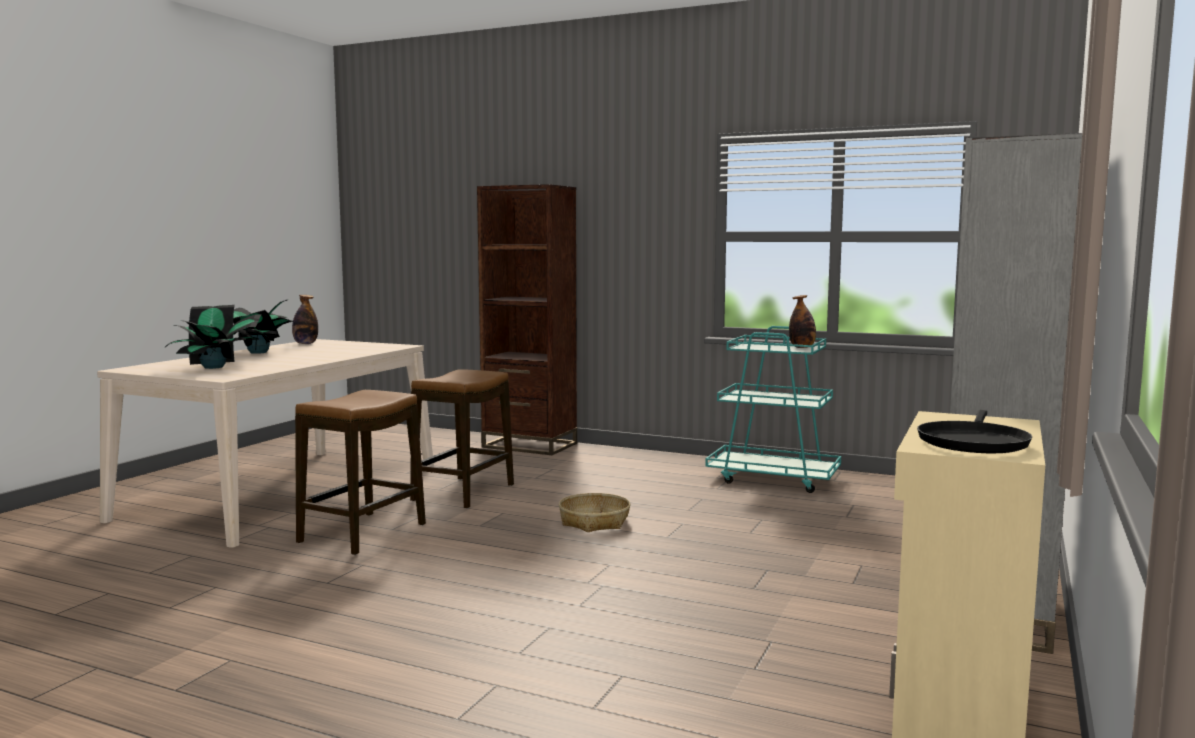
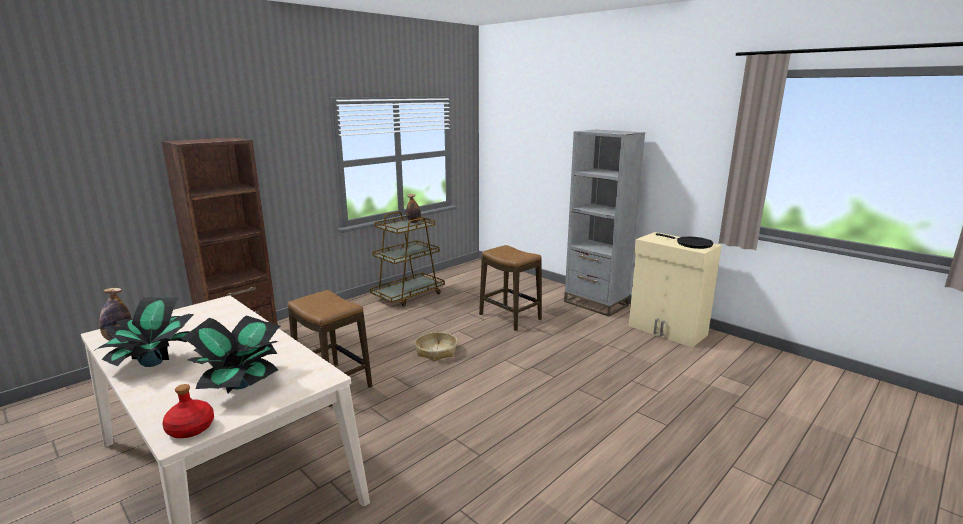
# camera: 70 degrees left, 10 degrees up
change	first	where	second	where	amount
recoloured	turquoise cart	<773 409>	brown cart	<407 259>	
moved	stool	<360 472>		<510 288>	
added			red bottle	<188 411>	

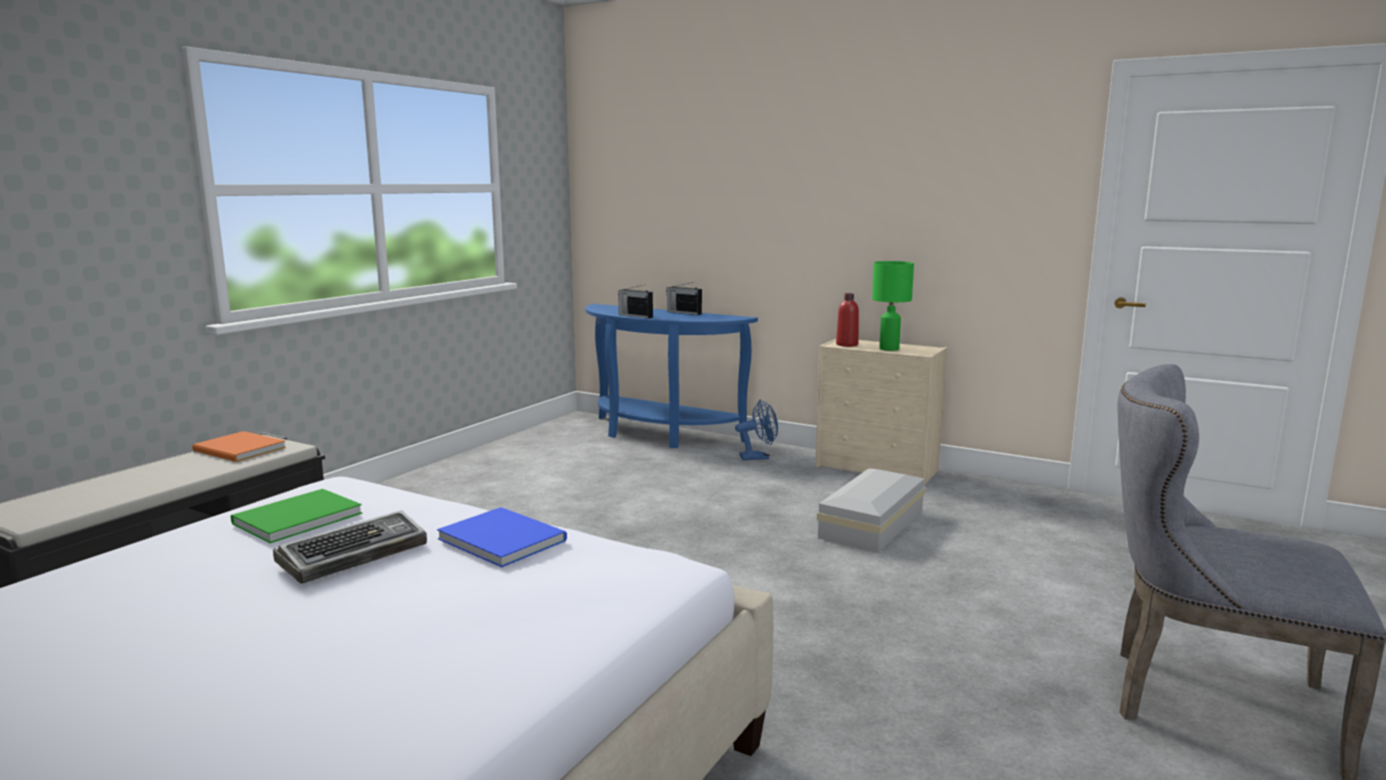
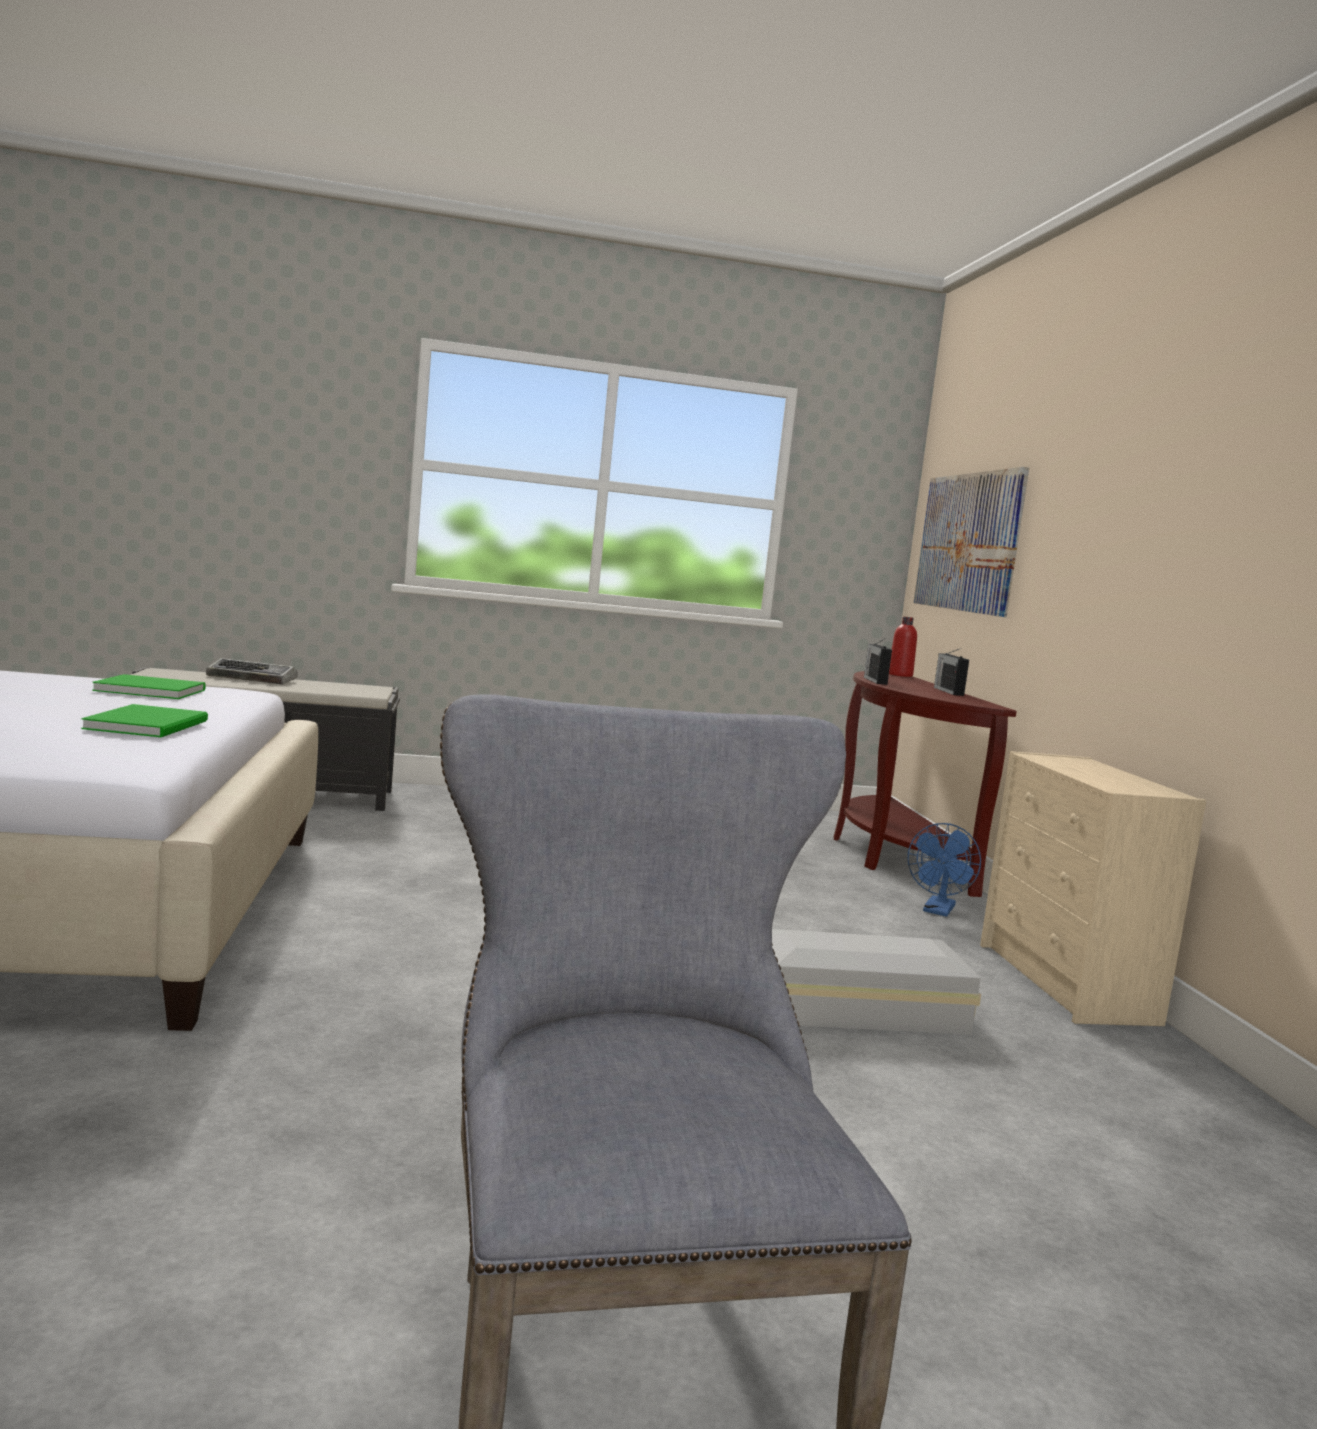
# camera: 50 degrees right, 5 degrees down
change	first	where	second	where	amount
removed	green table lamp	<893 306>			
moved	red bottle	<847 320>		<903 647>	
recoloured	blue console table	<671 376>	brown console table	<925 784>	
turned	blue fan	<756 430>		<944 870>	75 degrees clockwise
removed	orange book	<239 446>			
recoloured	blue book	<502 537>	green book	<144 720>	
moved	keyboard	<350 547>		<252 671>	
added			picture	<971 542>	

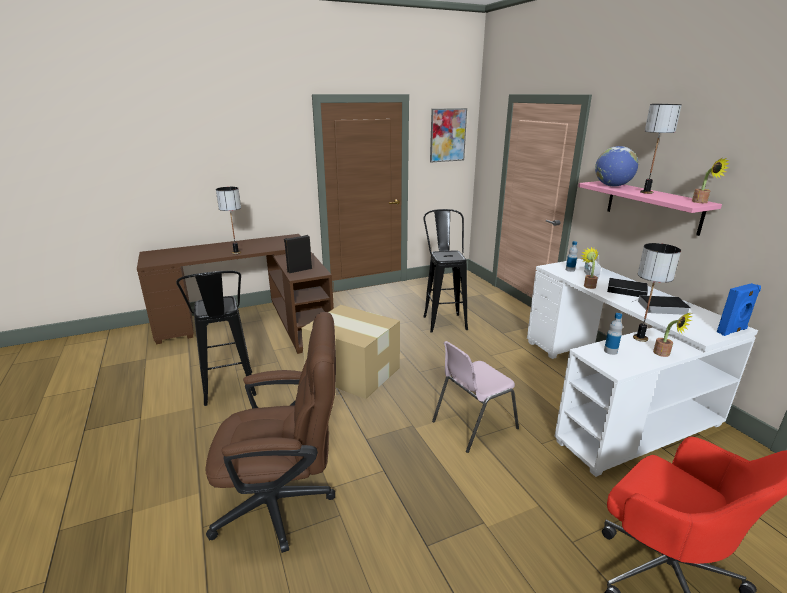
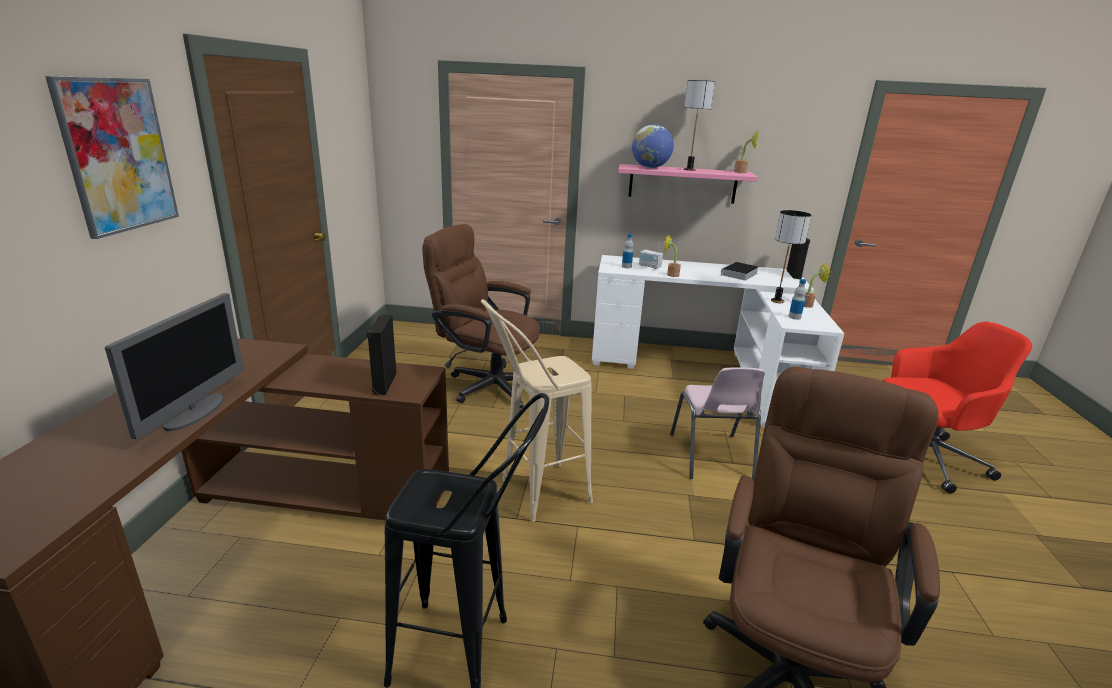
# camera: 60 degrees left, 0 degrees up
change	first	where	second	where	amount
moved	picture	<448 135>		<112 157>	
replaced	table lamp	<228 220>	monitor	<174 366>	
replaced	black stool	<445 271>	brown office chair	<481 316>	
removed	book	<627 287>			
recoloured	blue speaker	<739 309>	black speaker	<798 258>	
replaced	cardboard box	<350 352>	beige stool	<537 410>	

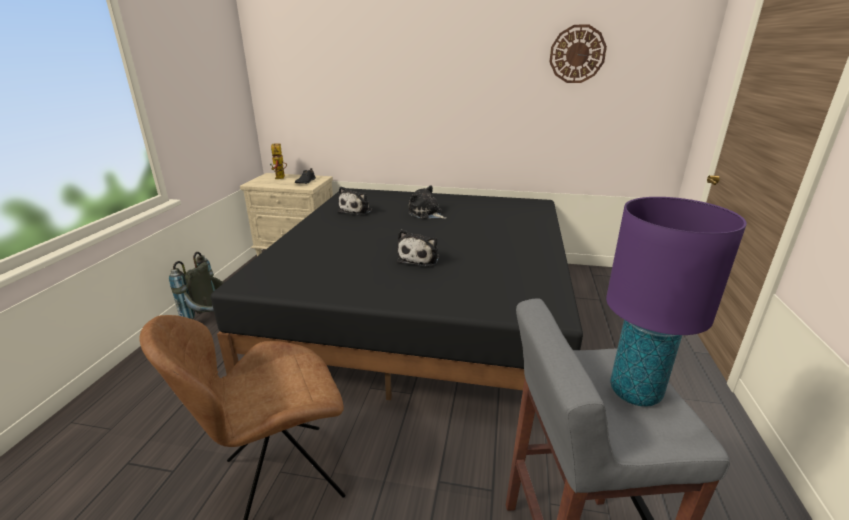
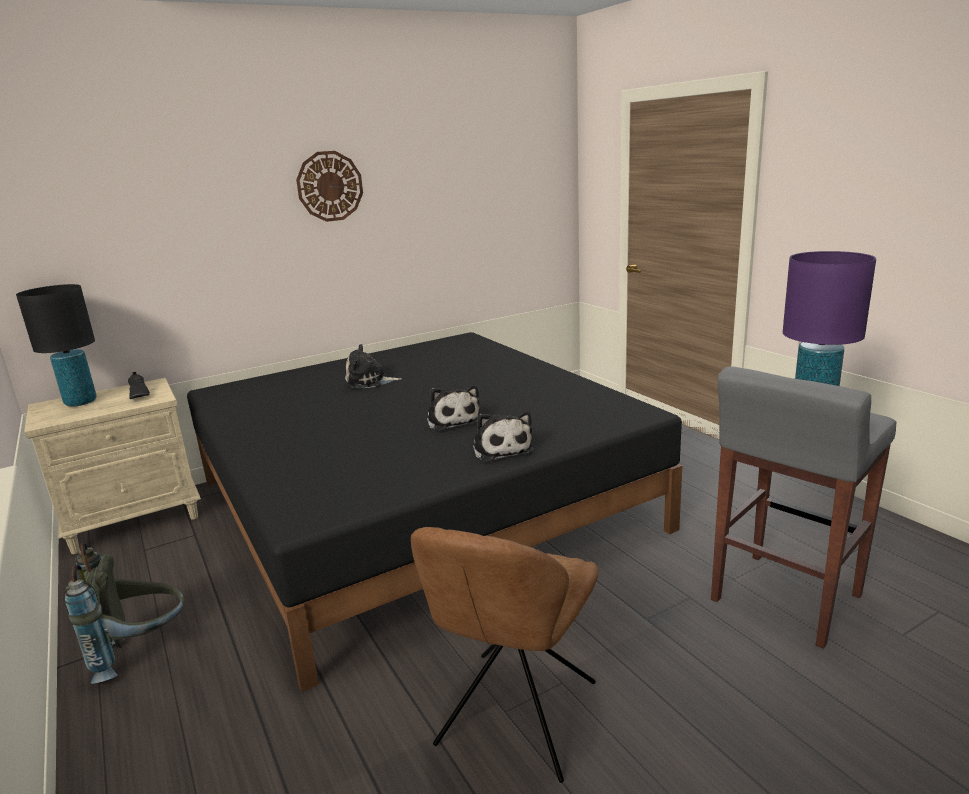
# camera: 40 degrees left, 5 degrees down
change	first	where	second	where	amount
moved	wall clock	<578 54>		<329 186>	
replaced	toy robot	<278 161>	black table lamp	<56 345>	
moved	plush toy	<355 200>		<503 436>	

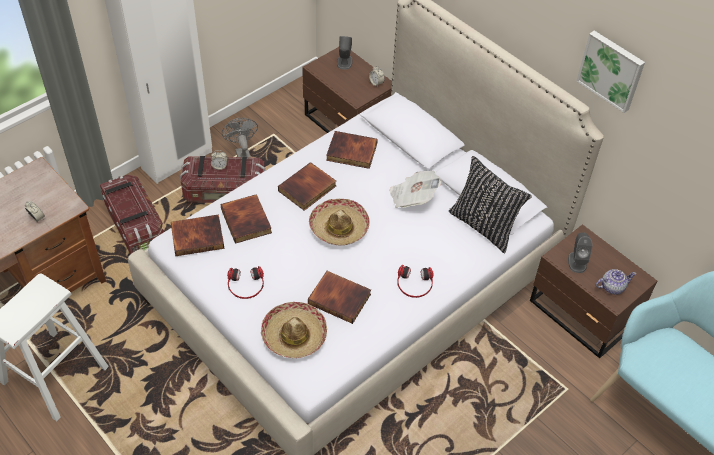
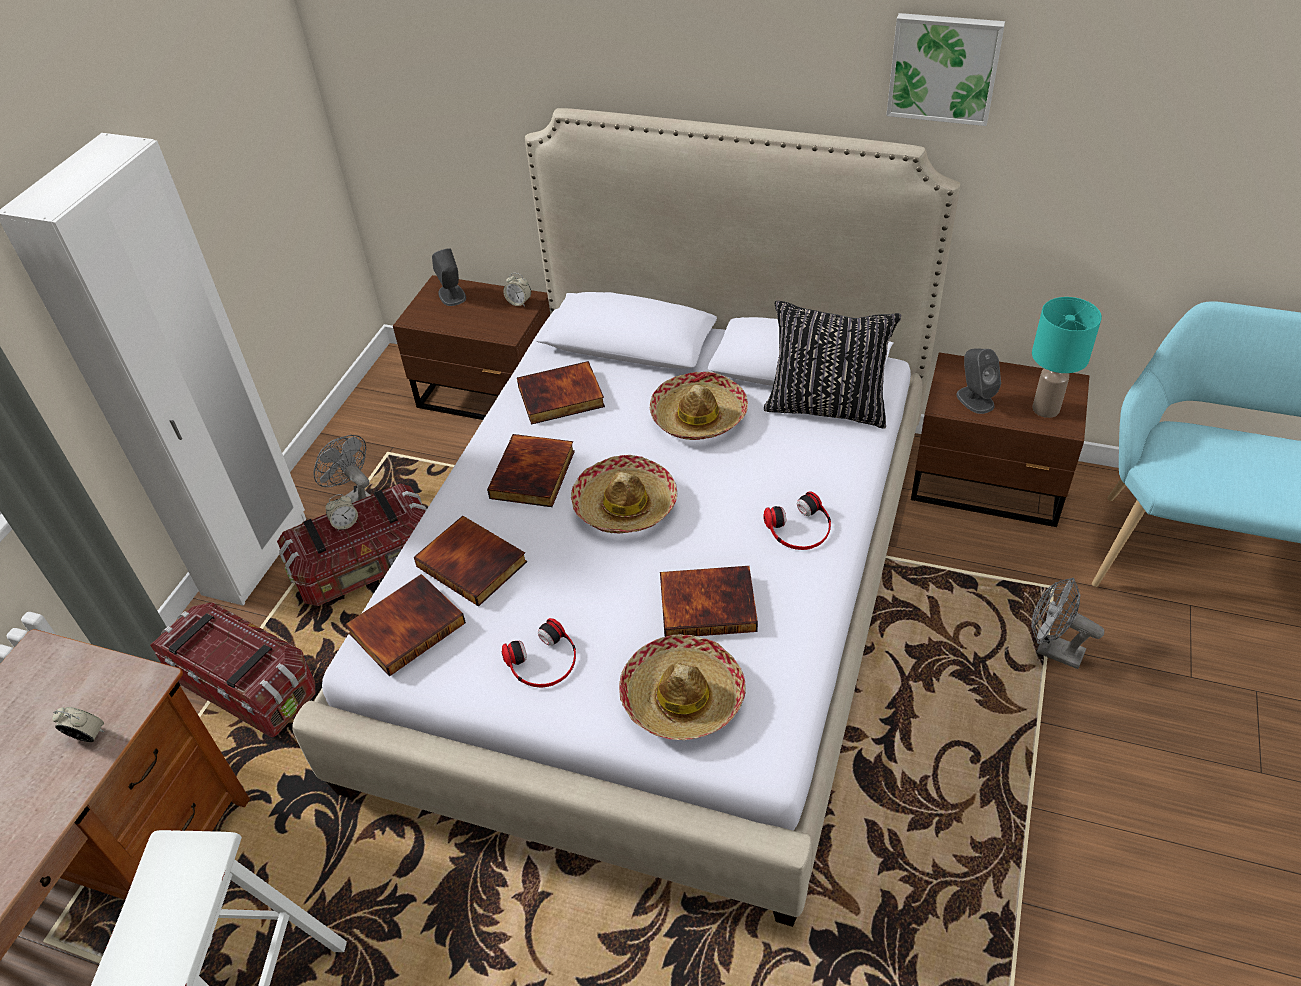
# camera: 25 degrees left, 5 degrees down
change	first	where	second	where	amount
replaced	newspaper	<415 189>	hat	<699 406>	
replaced	teapot	<616 281>	turquoise table lamp	<1067 357>	
added			grey fan	<1067 623>	

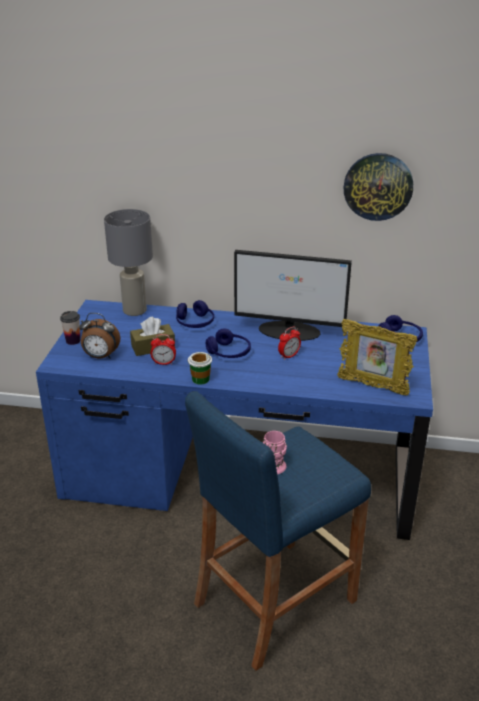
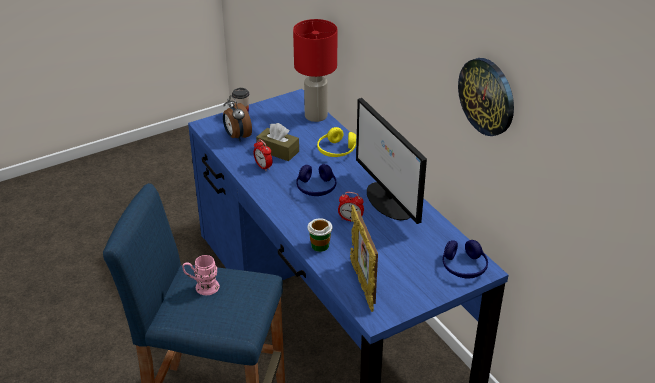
# camera: 50 degrees right, 5 degrees up
change	first	where	second	where	amount
recoloured	grey table lamp	<128 262>	red table lamp	<315 70>	
recoloured	blue headphones	<195 314>	yellow headphones	<336 142>	
moved	cup	<200 368>		<320 235>	

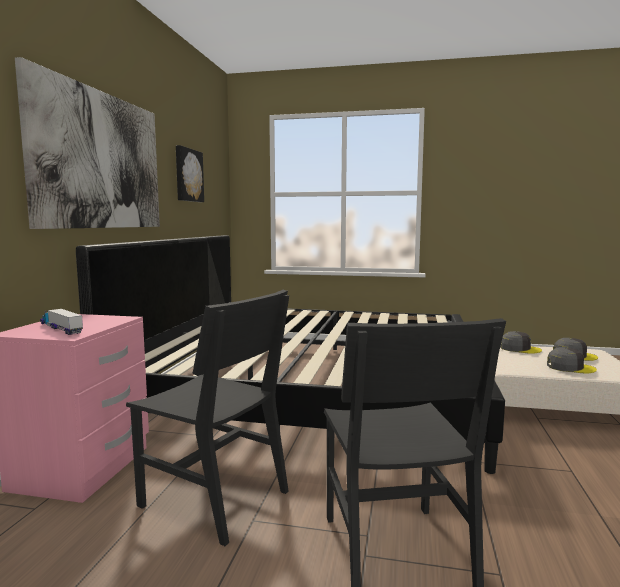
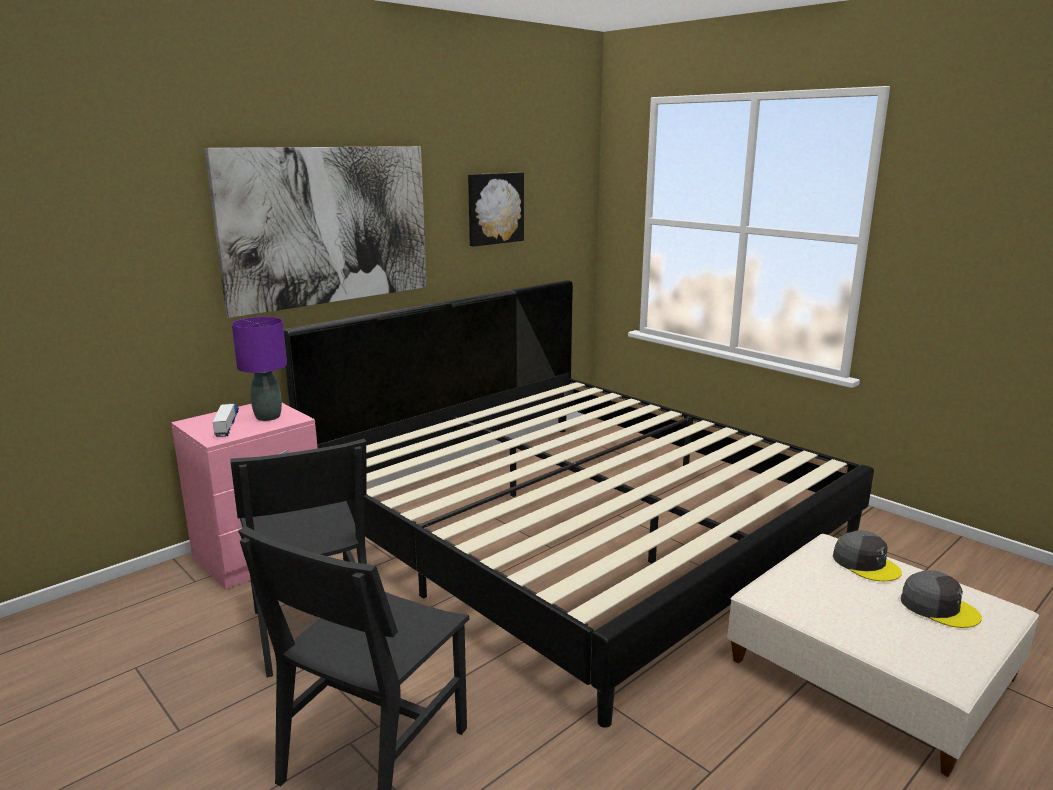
# camera: 35 degrees right, 10 degrees up
change	first	where	second	where	amount
removed	grey cap	<572 360>			
added			purple table lamp	<259 369>	

